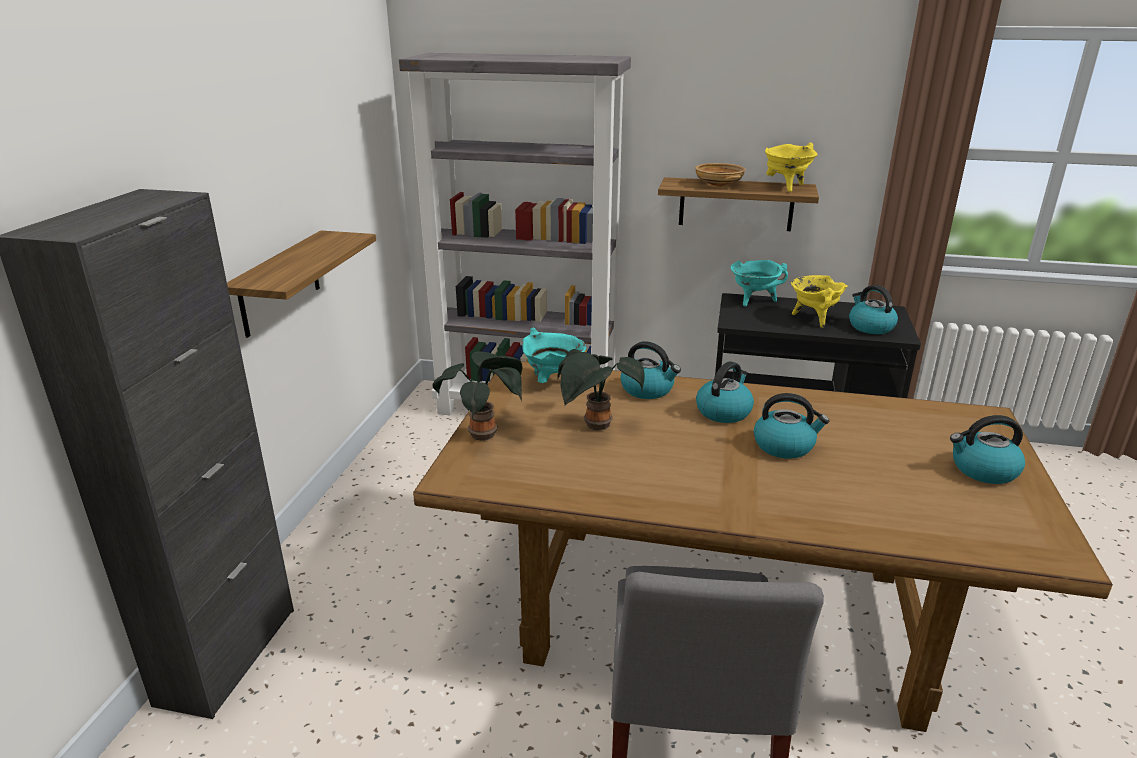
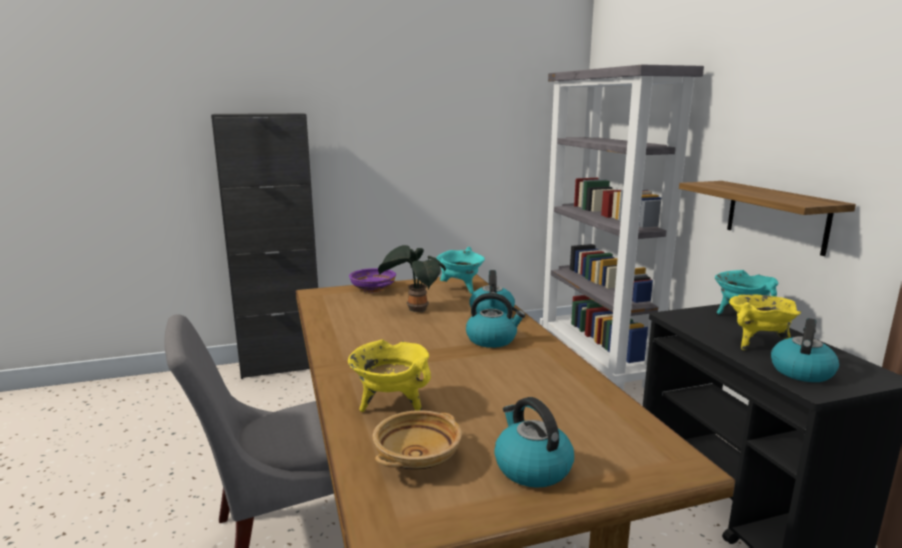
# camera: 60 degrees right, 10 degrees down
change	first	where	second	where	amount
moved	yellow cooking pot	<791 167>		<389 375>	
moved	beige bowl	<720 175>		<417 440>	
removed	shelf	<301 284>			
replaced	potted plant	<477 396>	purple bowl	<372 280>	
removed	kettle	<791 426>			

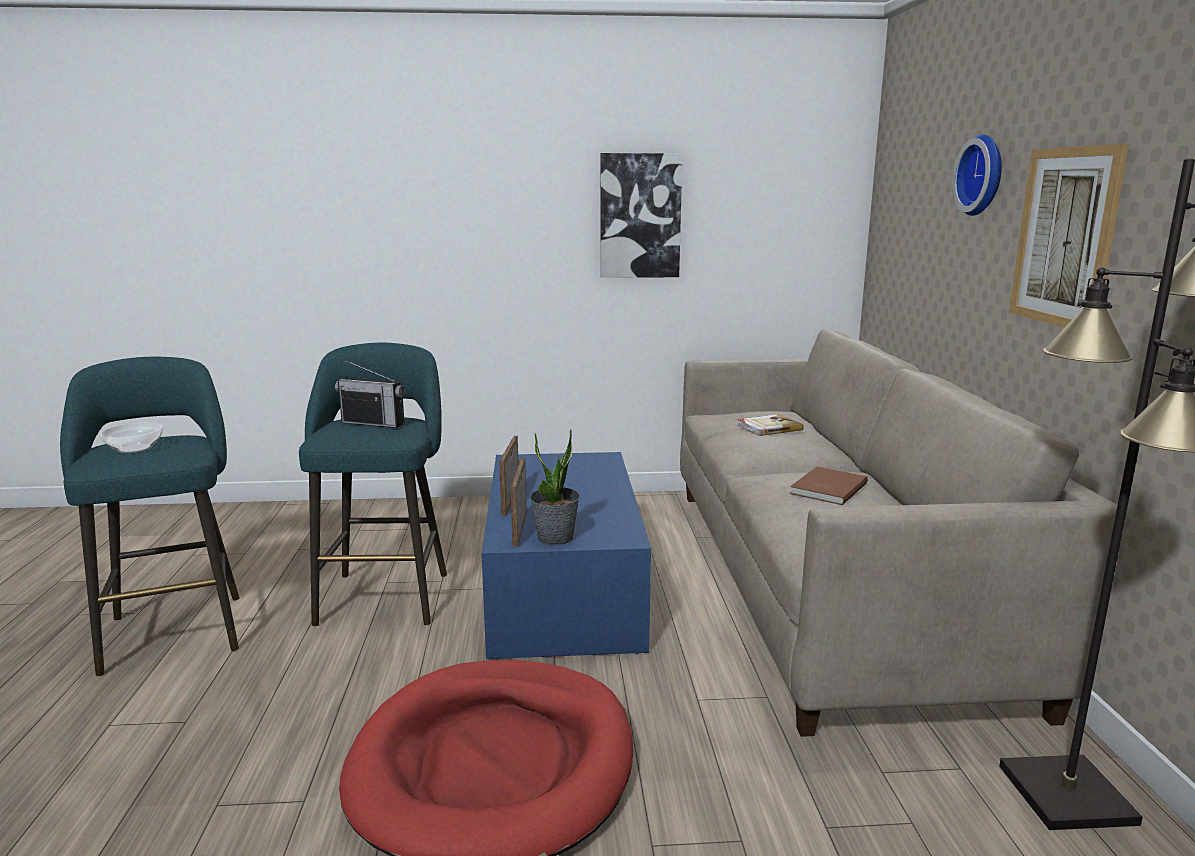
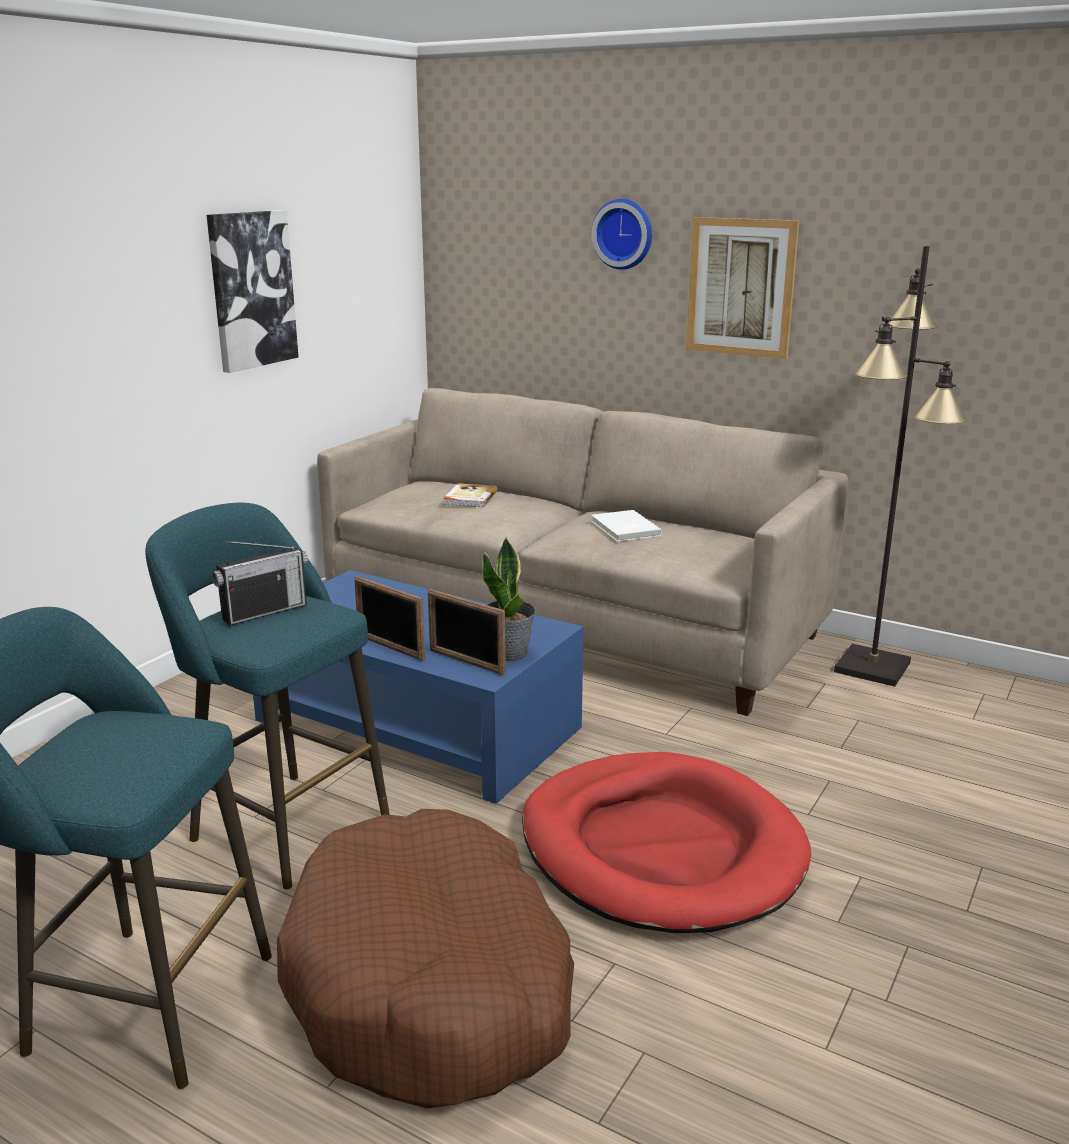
# camera: 55 degrees left, 5 degrees up
change	first	where	second	where	amount
removed	bowl	<131 437>			
recoloured	brown book	<829 486>	white book	<626 526>	
added			brown dog bed	<425 959>	

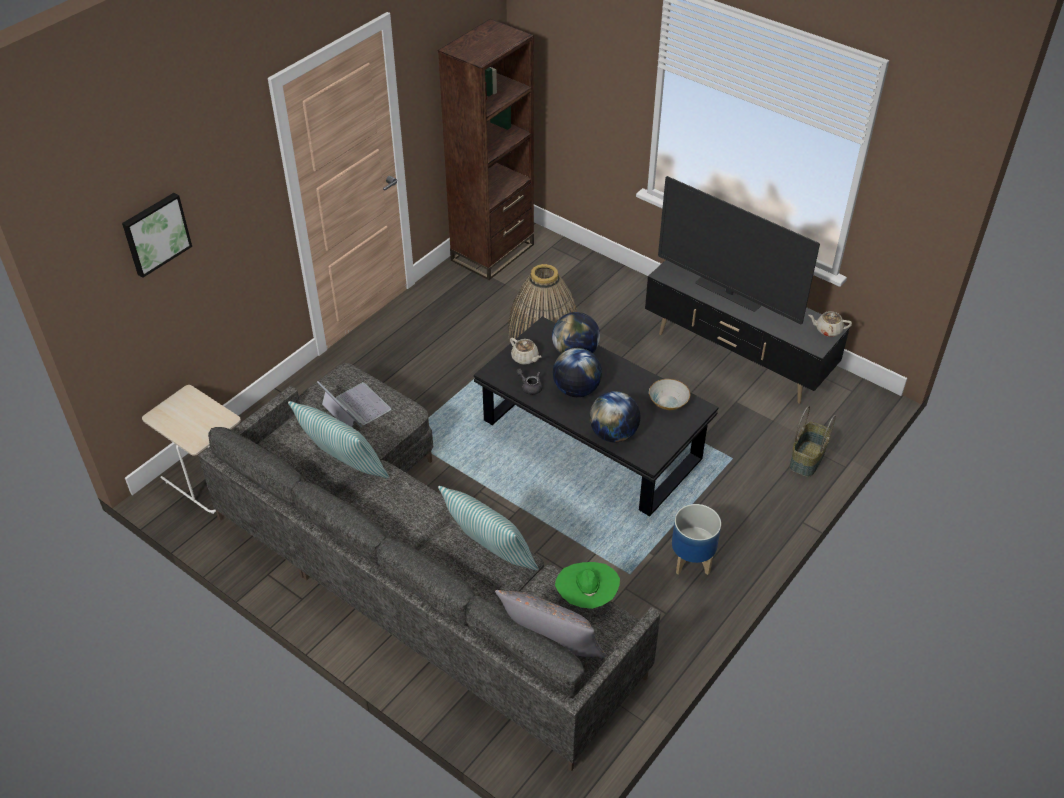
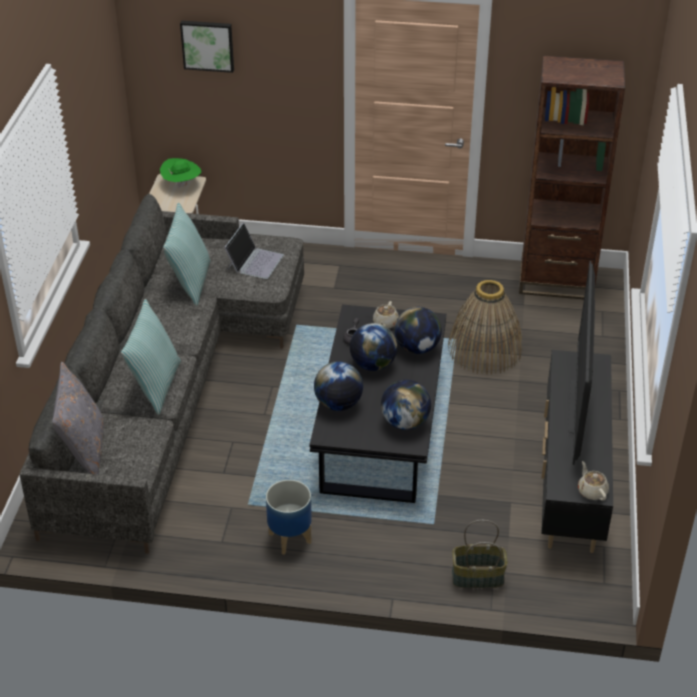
# camera: 60 degrees right, 5 degrees down
change	first	where	second	where	amount
replaced	bowl	<670 394>	globe	<406 405>	
moved	green hat	<587 585>		<180 173>	

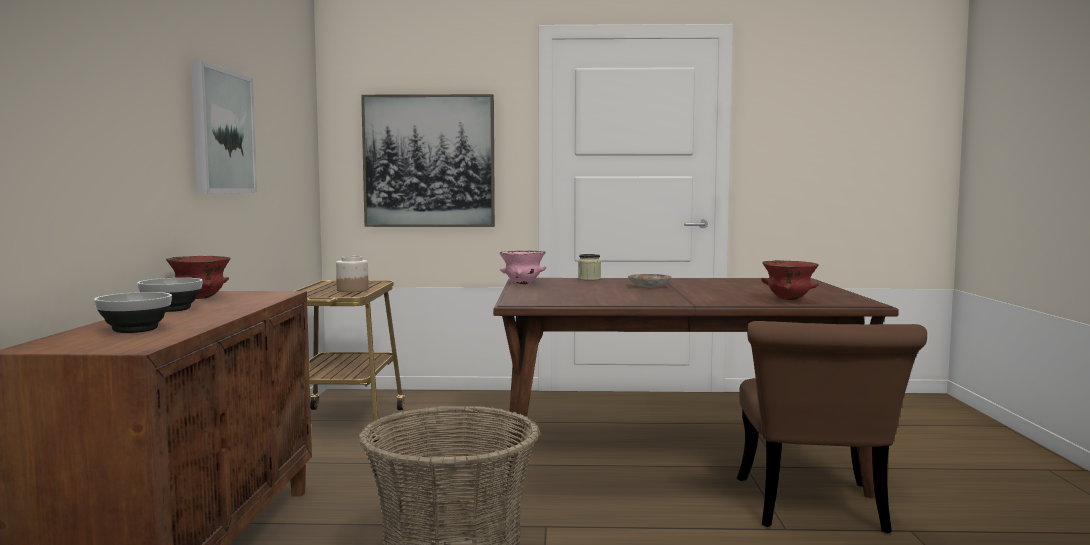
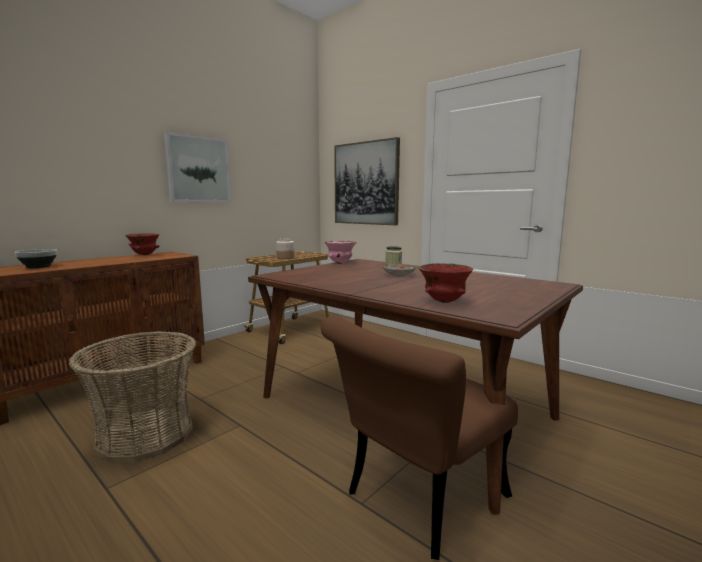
# camera: 40 degrees right, 5 degrees up
change	first	where	second	where	amount
removed	bowl	<170 295>			

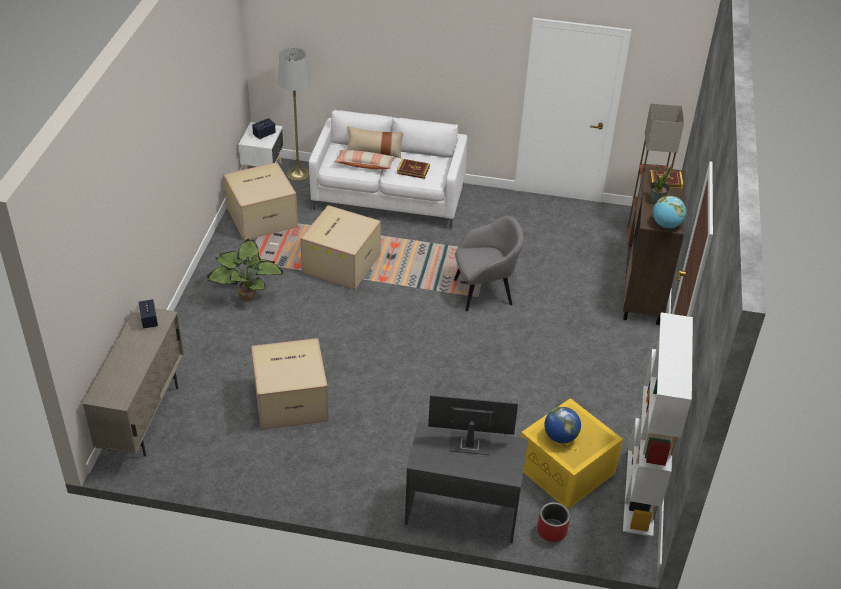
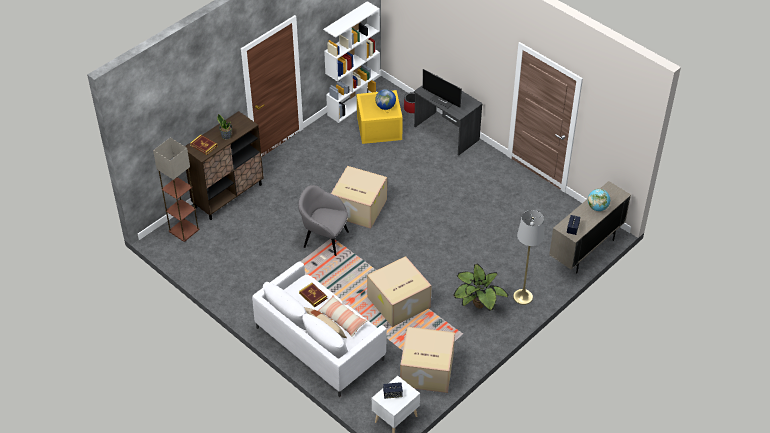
# camera: 145 degrees left, 5 degrees up
change	first	where	second	where	amount
moved	grey floor lamp	<294 114>		<528 257>	
moved	globe	<669 212>		<599 200>	
moved	cardboard box	<290 384>		<359 197>	

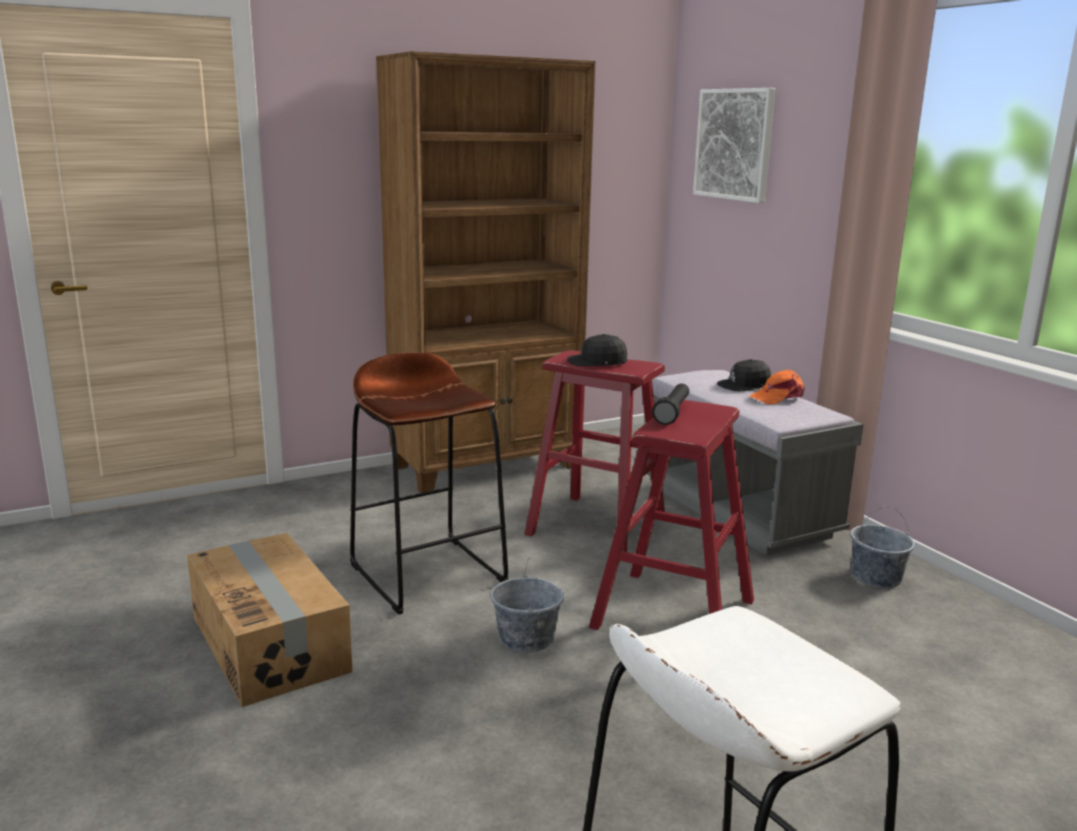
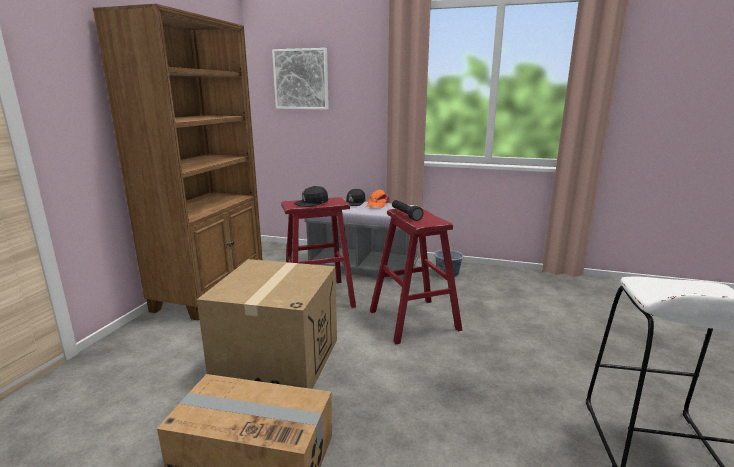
# camera: 45 degrees left, 0 degrees up
change	first	where	second	where	amount
replaced	brown stool	<429 483>	cardboard box	<267 324>	
removed	grey bucket	<527 605>			

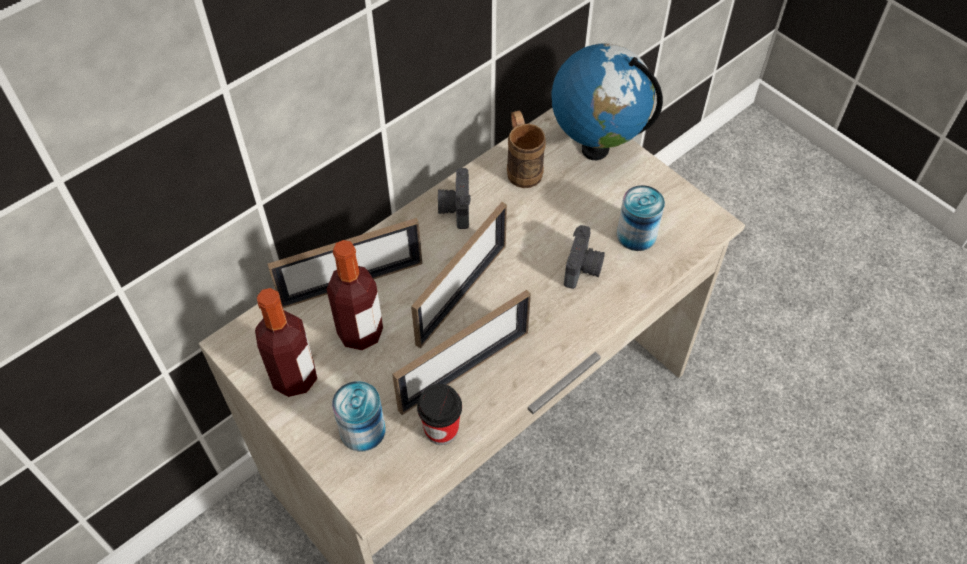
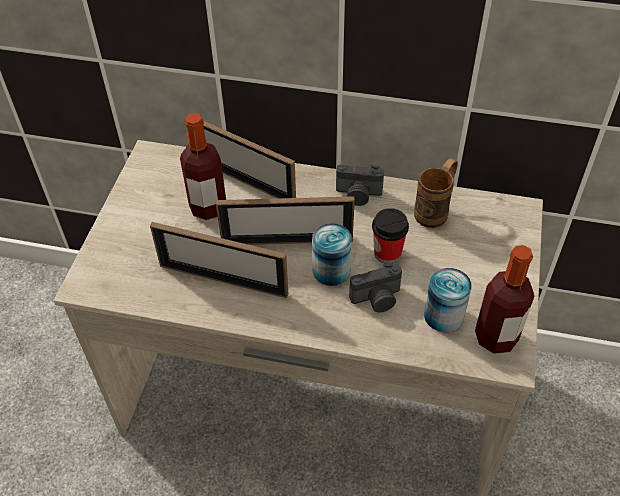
# camera: 55 degrees right, 5 degrees down
change	first	where	second	where	amount
removed	globe	<607 101>			
turned	photo camera	<454 198>		<360 185>	135 degrees counterclockwise
moved	bottle	<286 342>		<504 299>	
moved	can	<358 416>		<332 254>	
moved	cup	<439 414>		<390 236>	

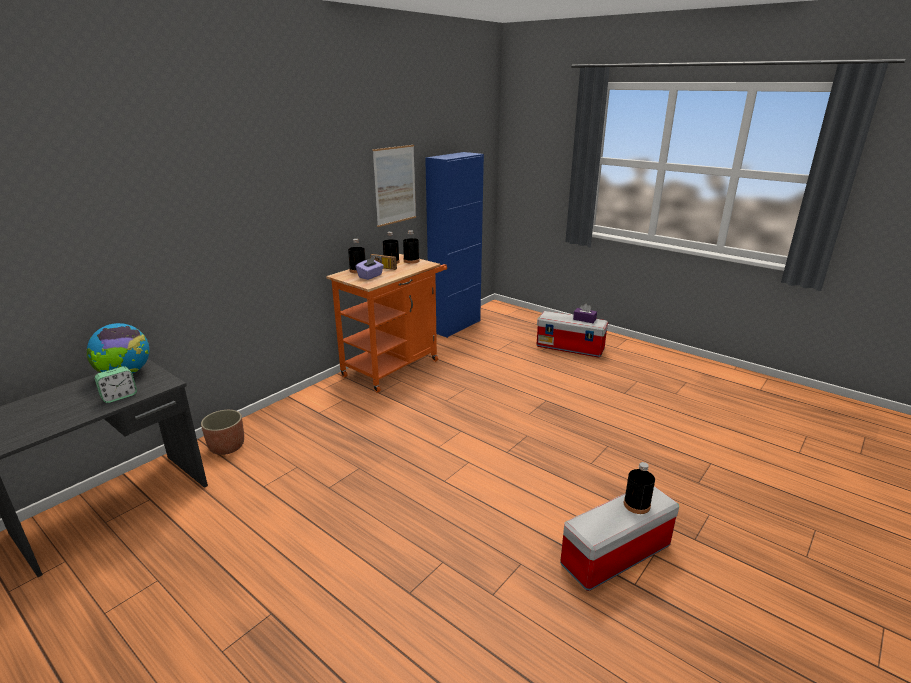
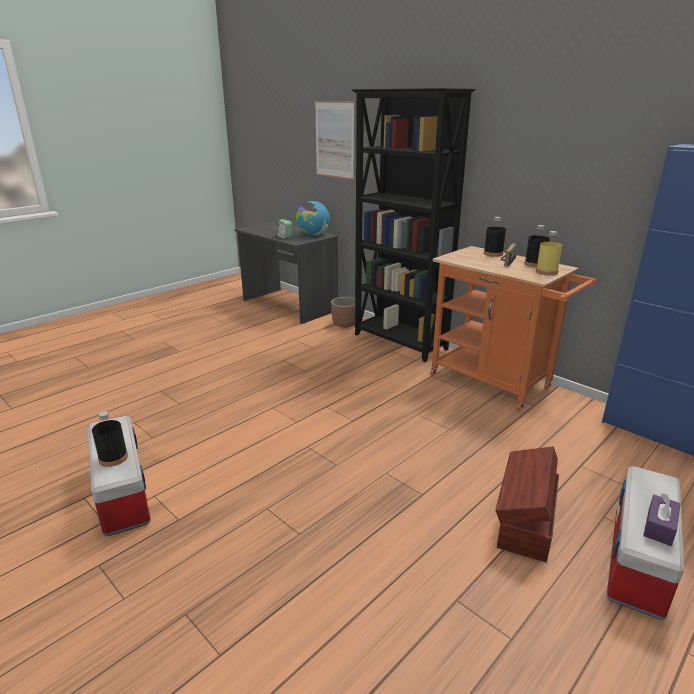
# camera: 95 degrees right, 0 degrees up
change	first	where	second	where	amount
moved	picture	<394 186>		<335 140>	
recoloured	black bottle	<411 247>	yellow bottle	<549 253>	
removed	purple tissue box	<370 268>			
added			black bookcase	<413 225>	
added			brown storage box	<527 504>	

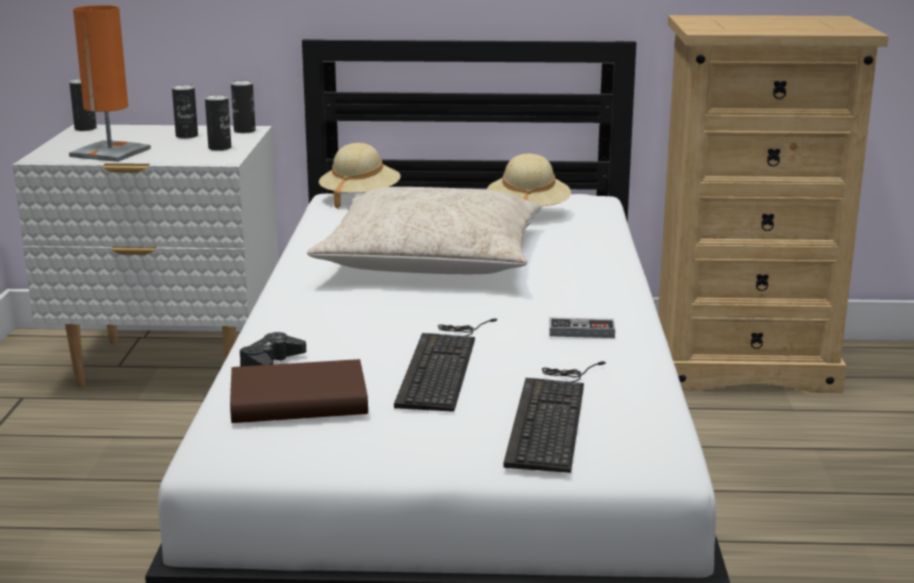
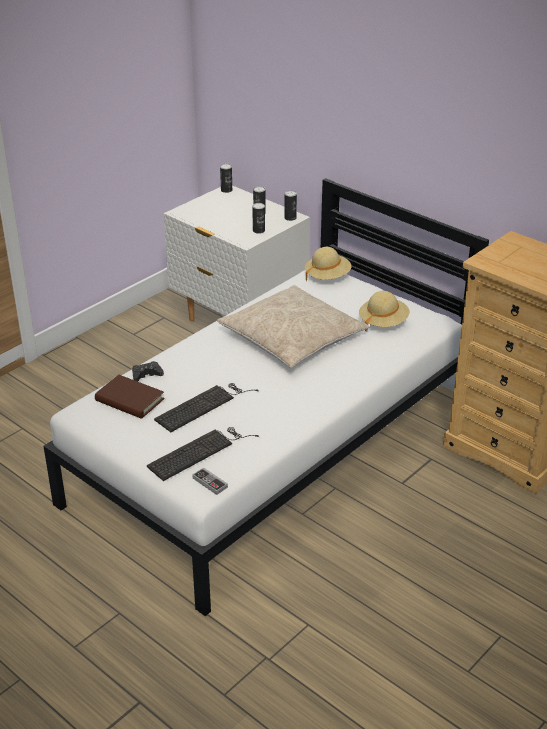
# camera: 40 degrees right, 15 degrees up
change	first	where	second	where	amount
removed	orange table lamp	<110 83>			
moved	game controller	<582 327>		<210 481>	

